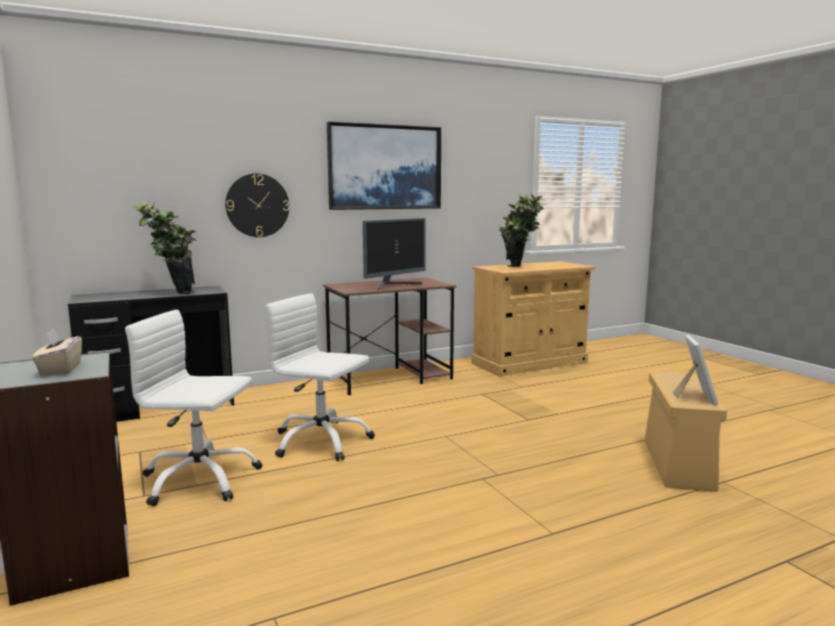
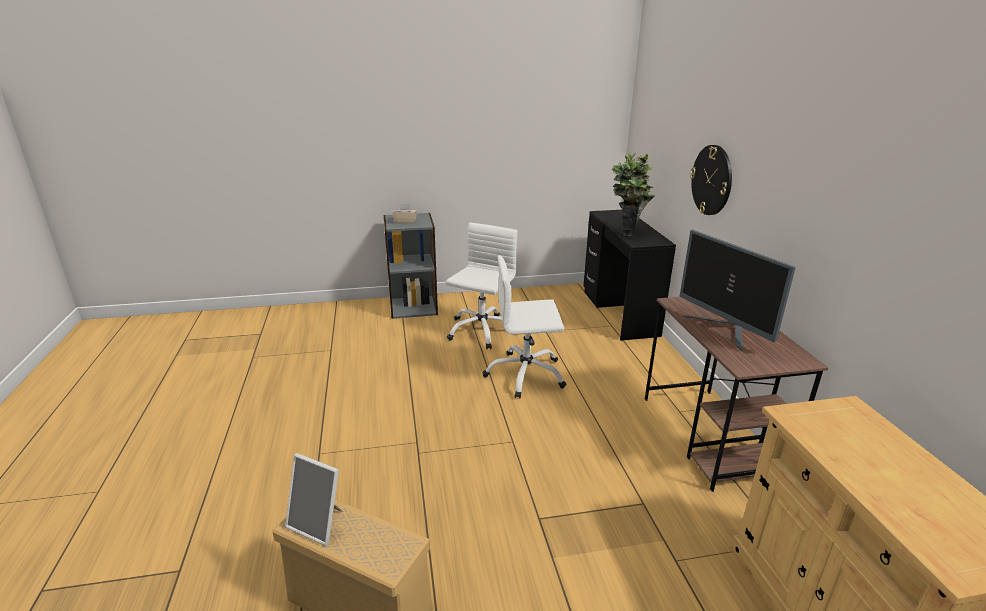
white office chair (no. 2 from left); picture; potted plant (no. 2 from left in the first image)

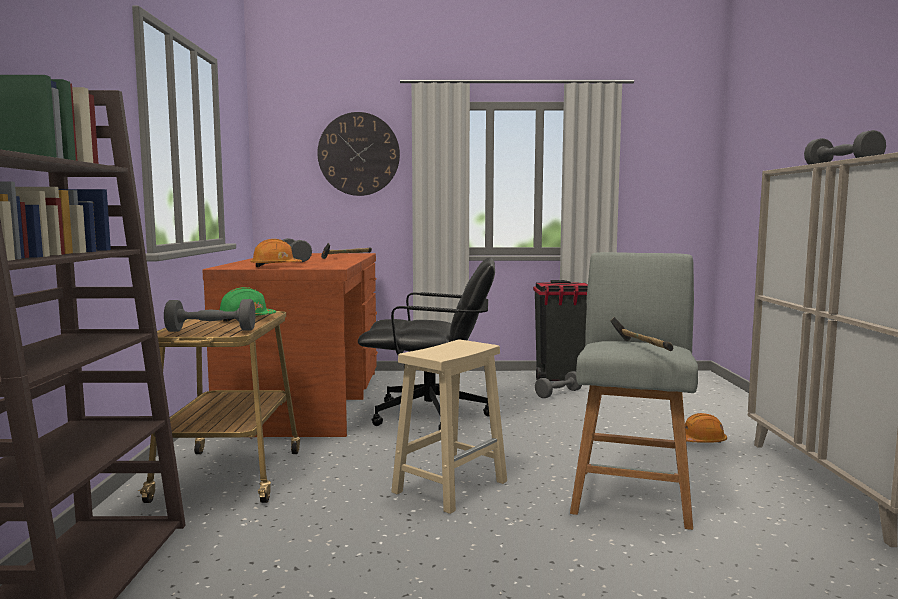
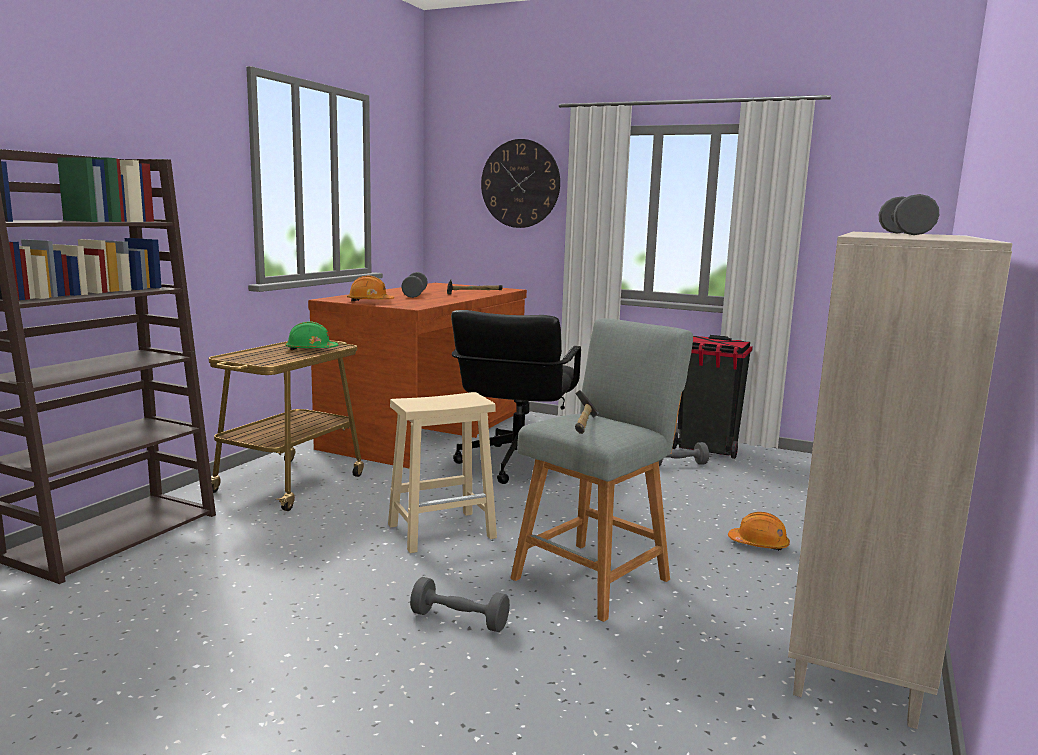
grey dumbbell (no. 2 from left); black office chair

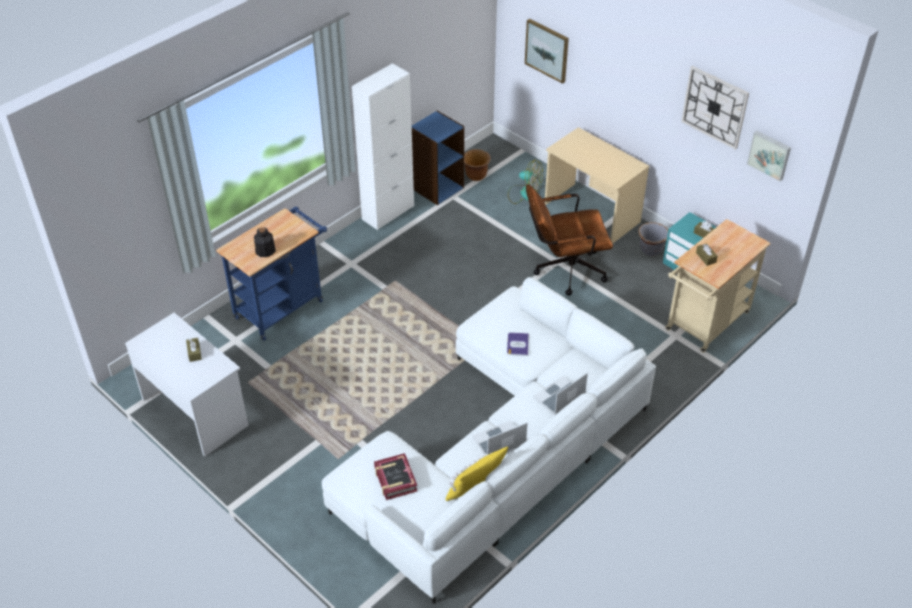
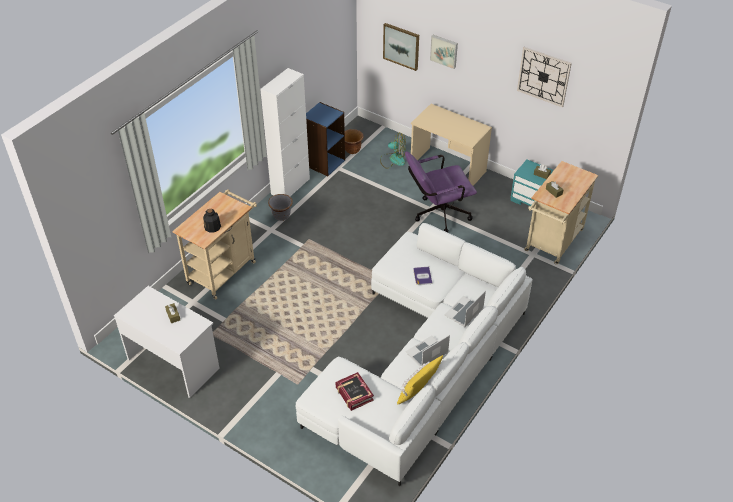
beige cart (no. 1 from left); grey planter; purple office chair; picture (no. 2 from left)

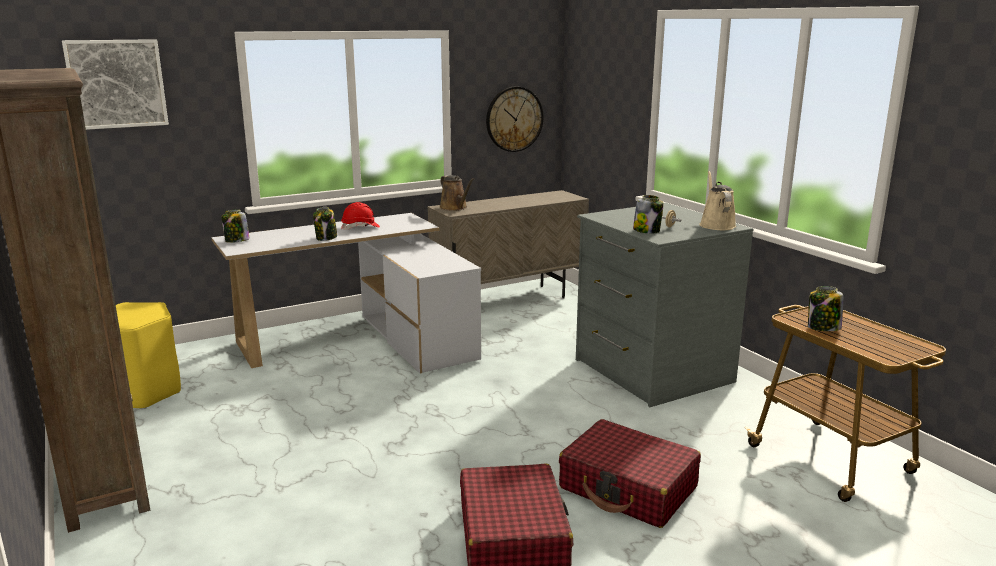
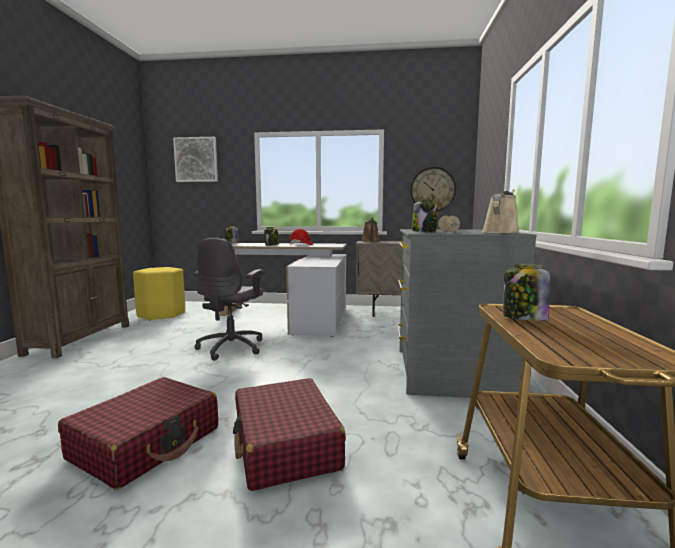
grey office chair

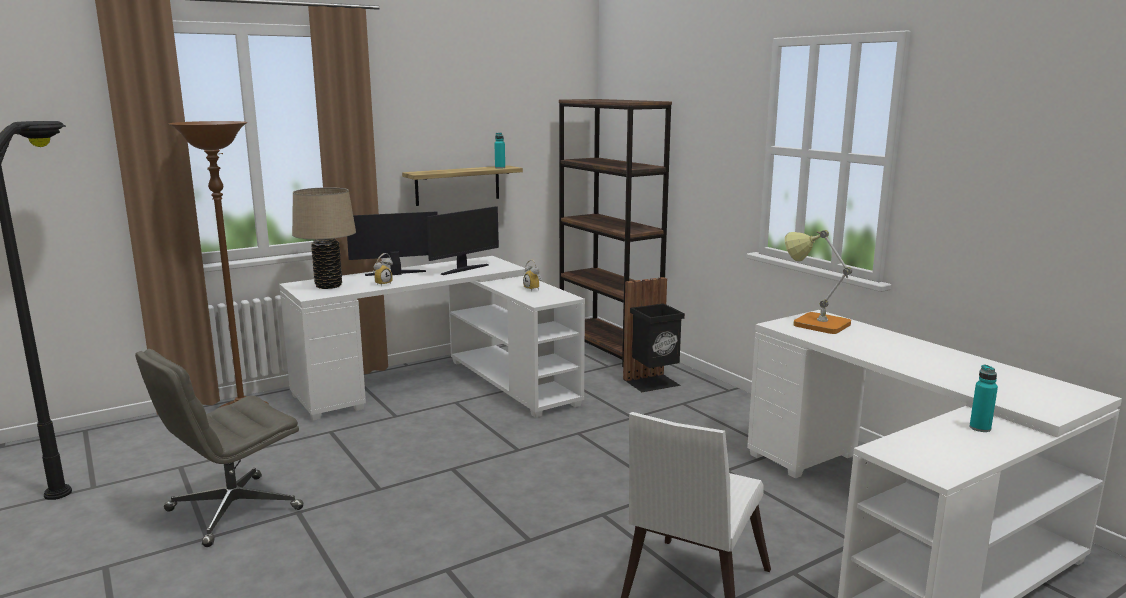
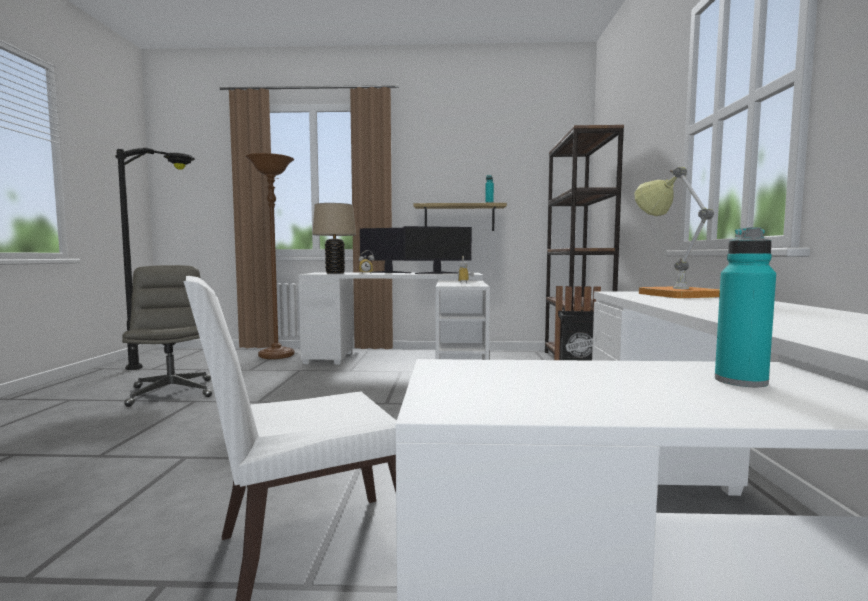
grey office chair

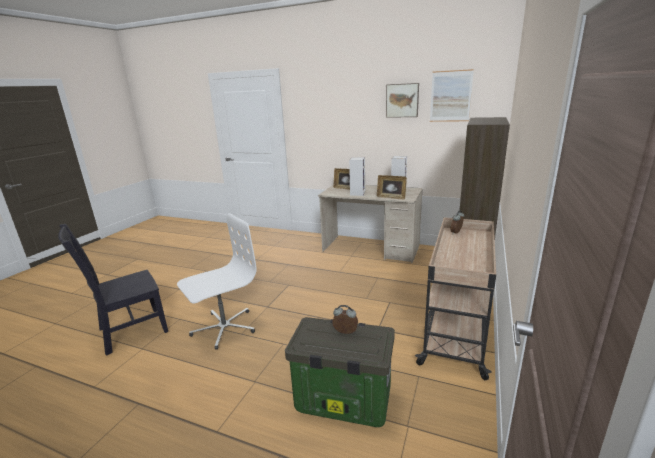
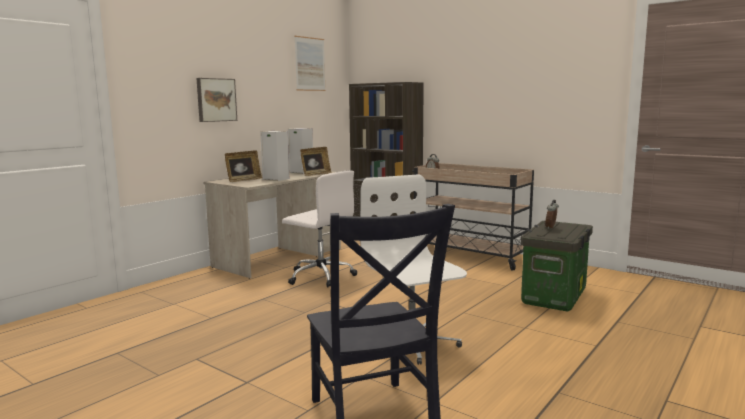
picture (no. 1 from left); white office chair (no. 1 from left)

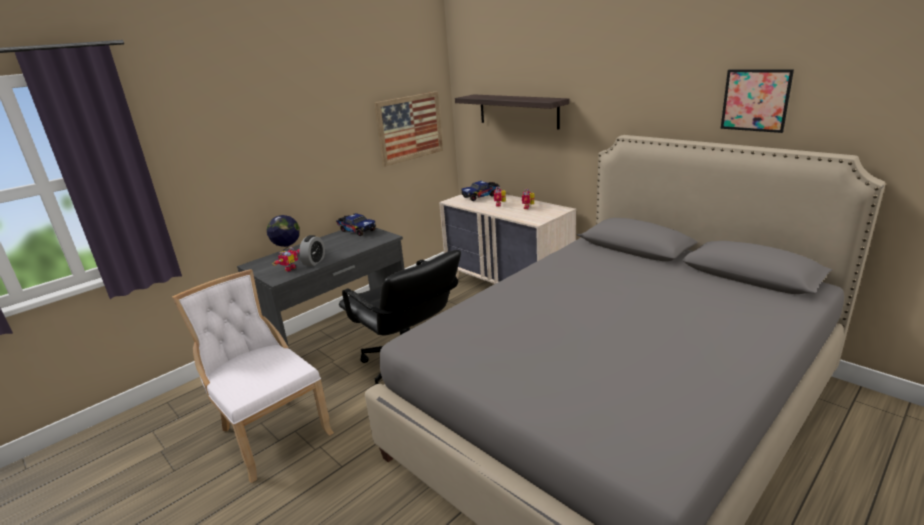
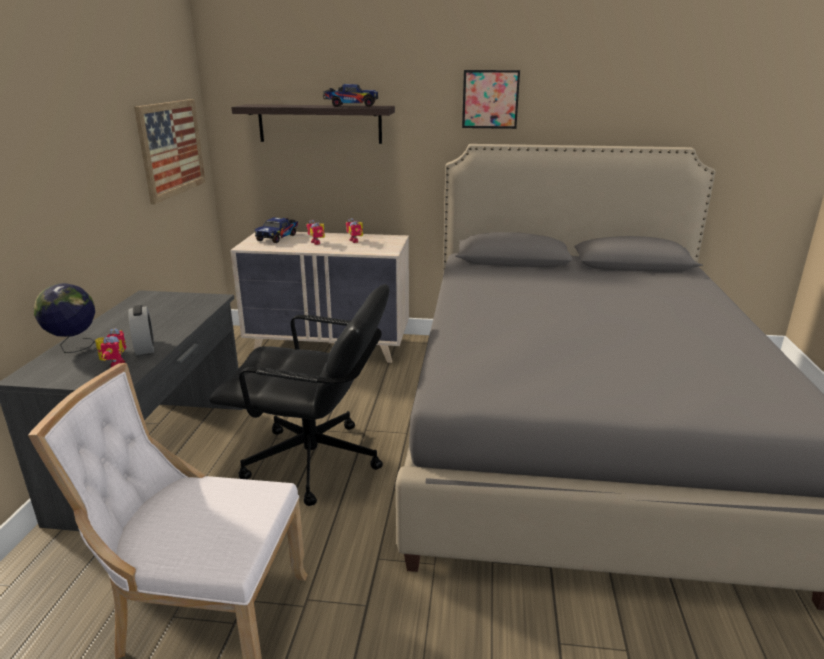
toy truck (no. 2 from left); picture (no. 2 from left)

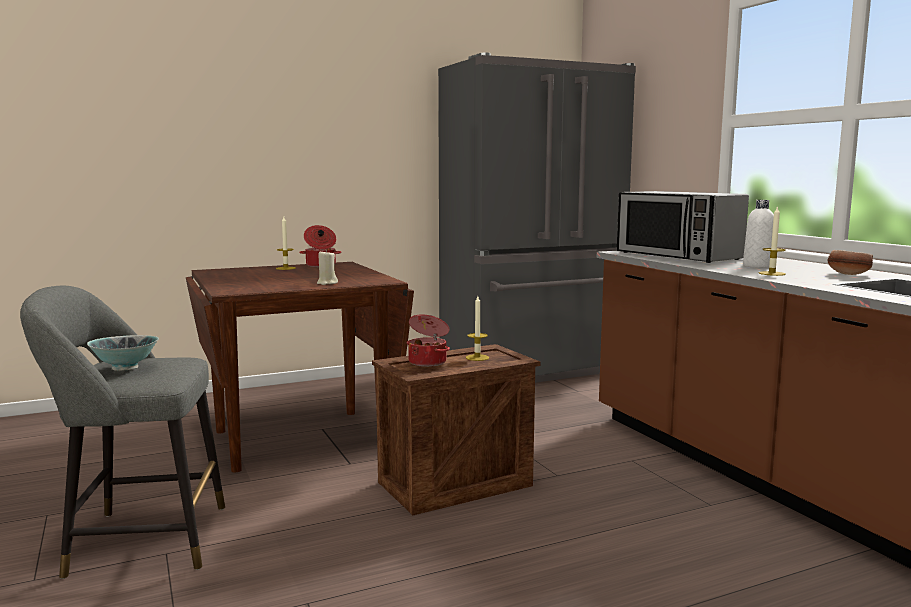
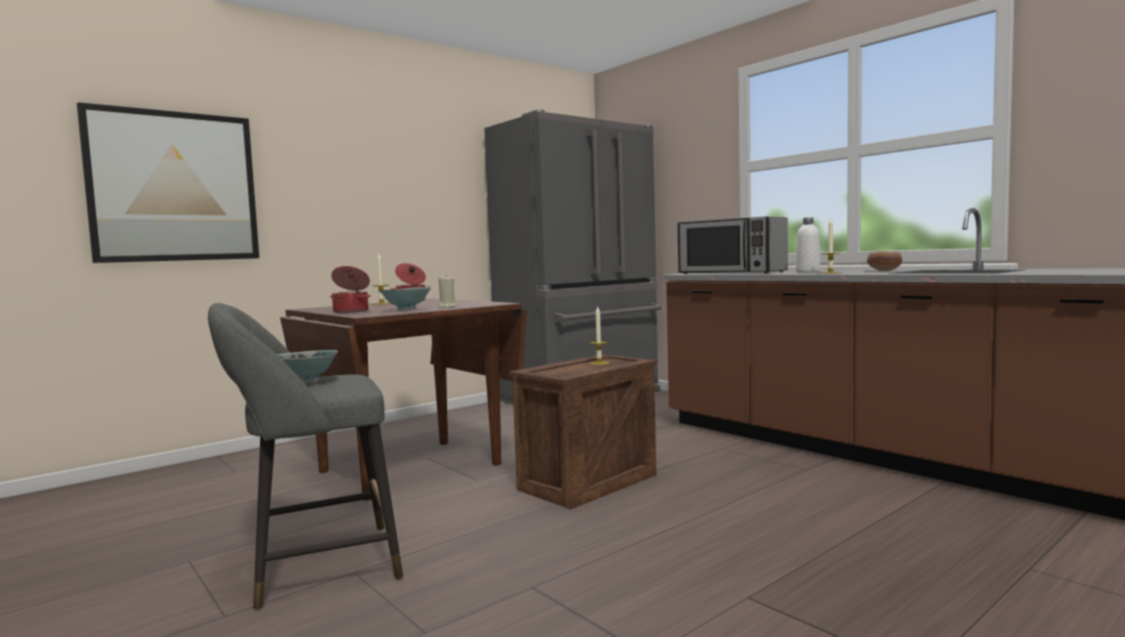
picture; cooking pot (no. 1 from left); bowl (no. 2 from left)

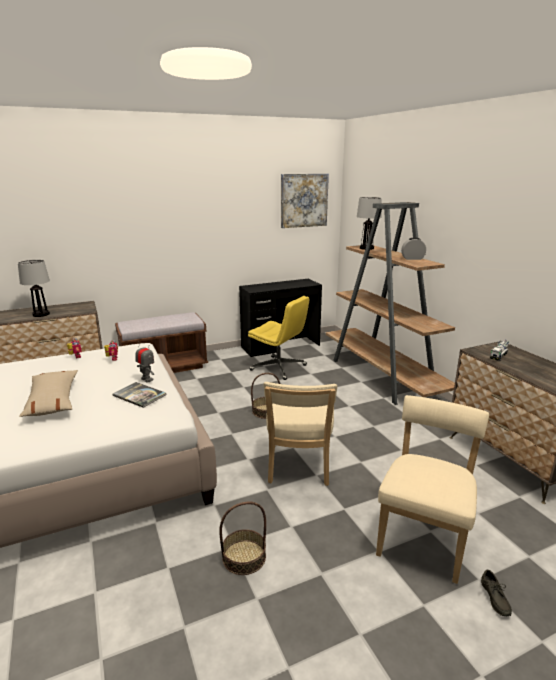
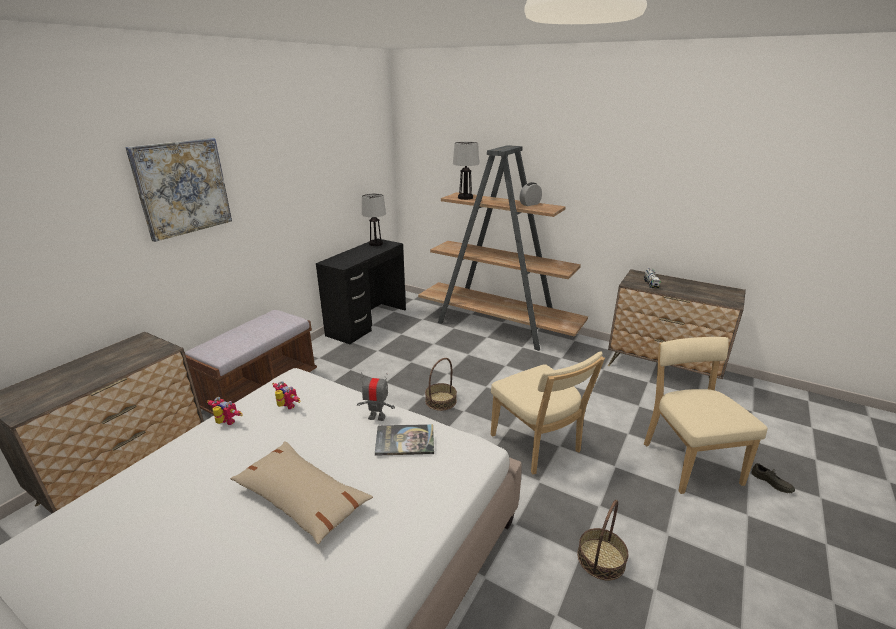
picture; table lamp (no. 1 from left); yellow office chair

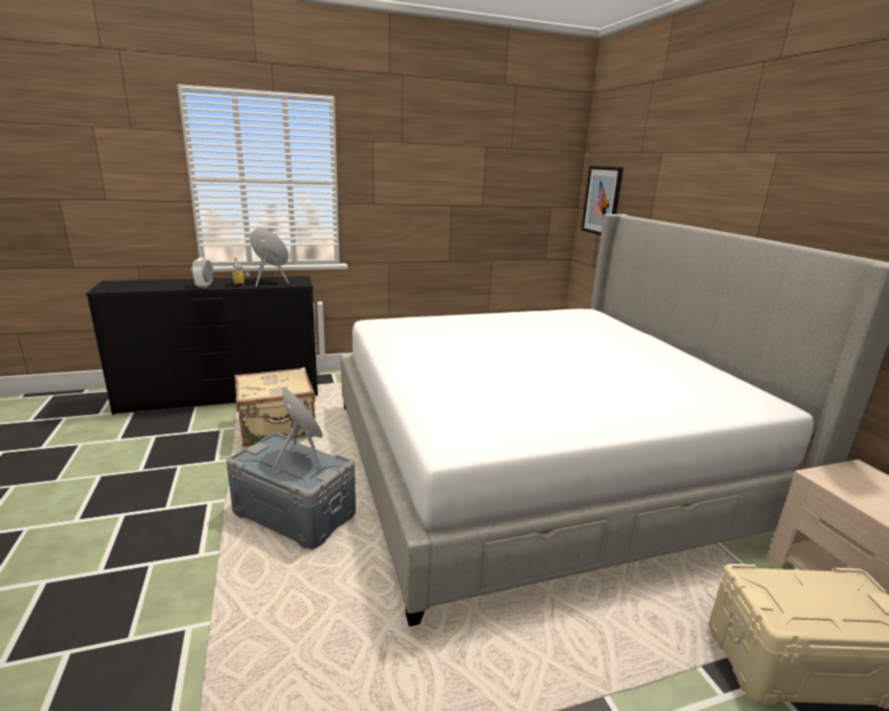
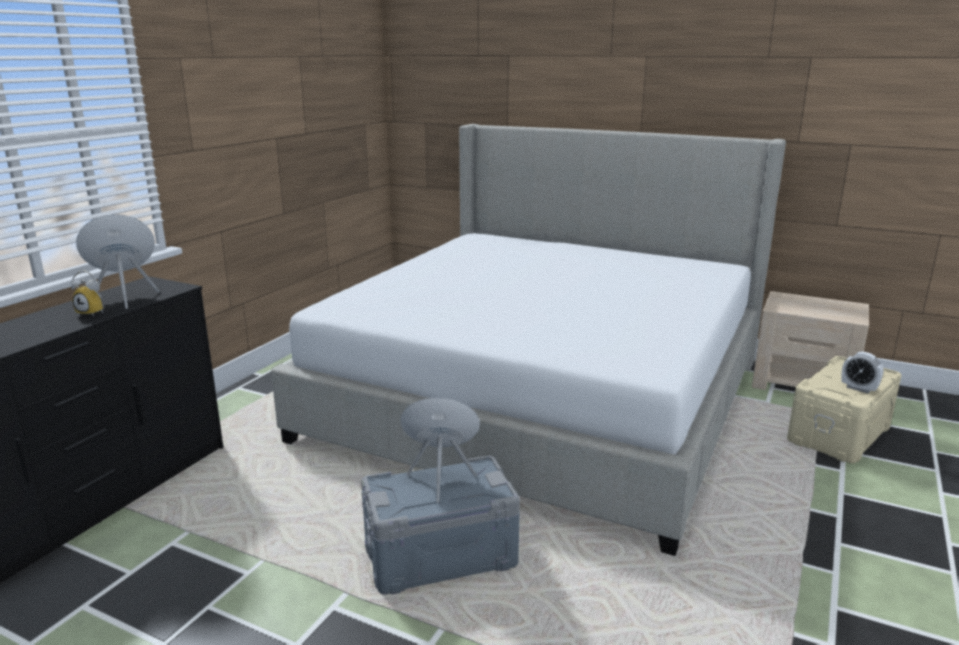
alarm clock (no. 2 from left); beige suitcase; picture

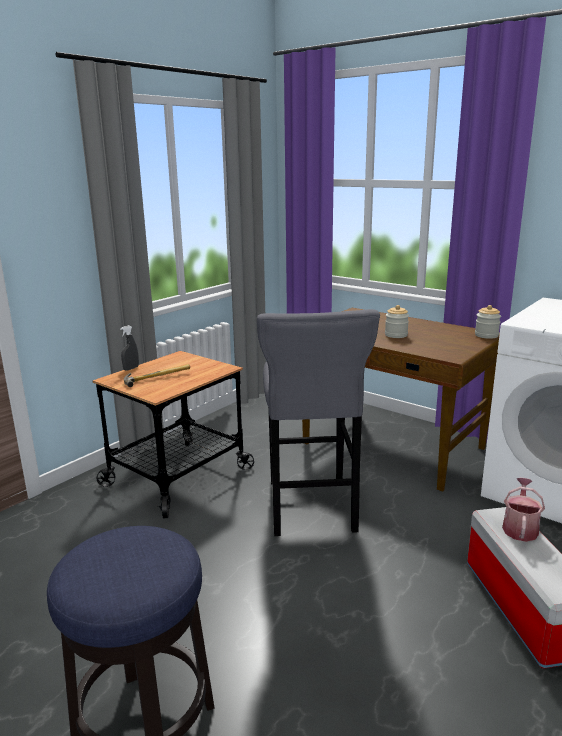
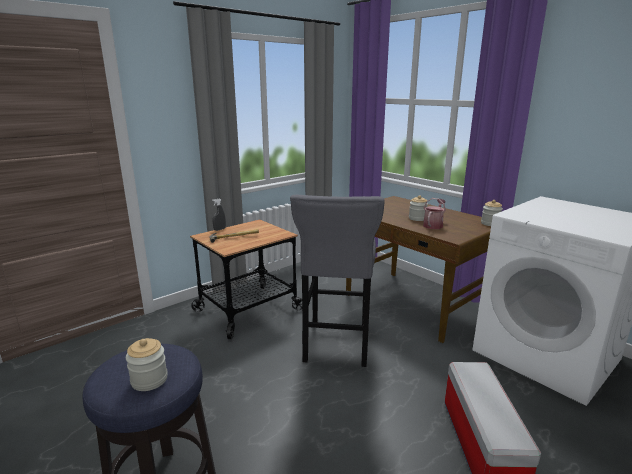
jar (no. 1 from left); watering can

